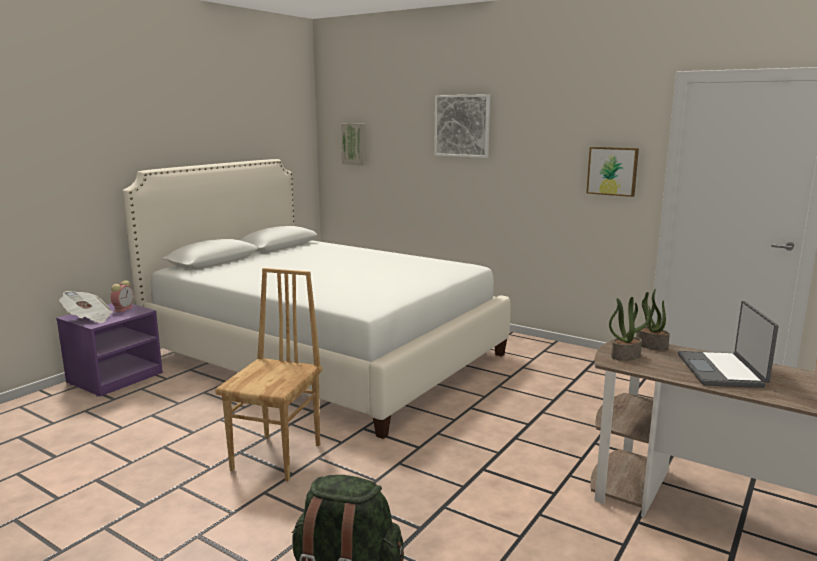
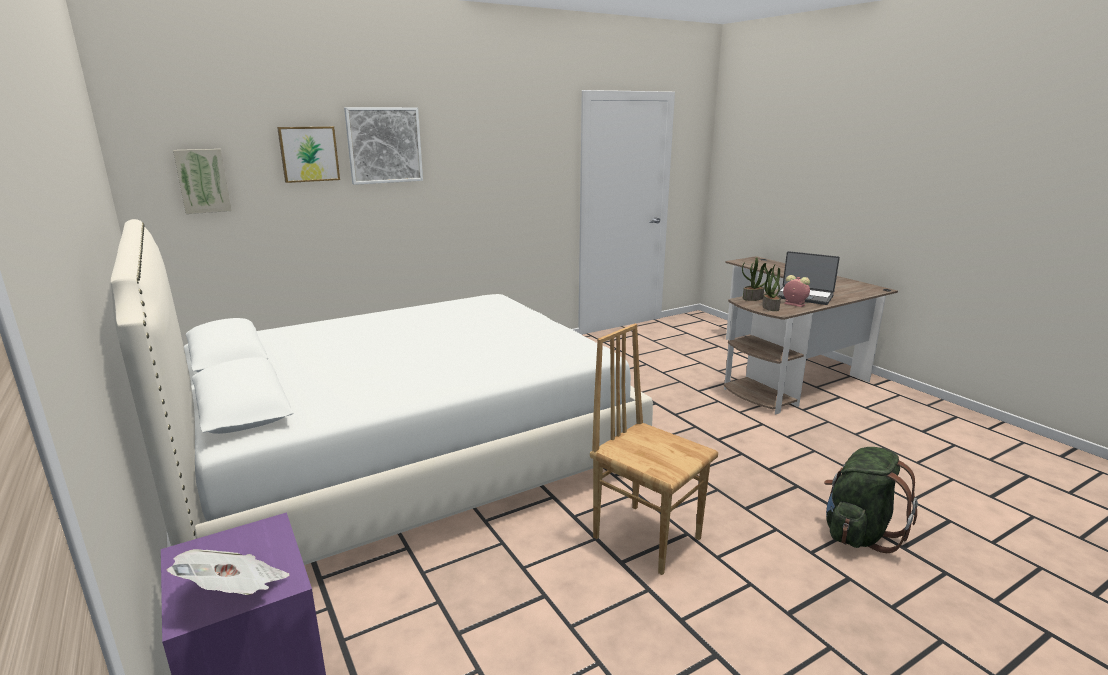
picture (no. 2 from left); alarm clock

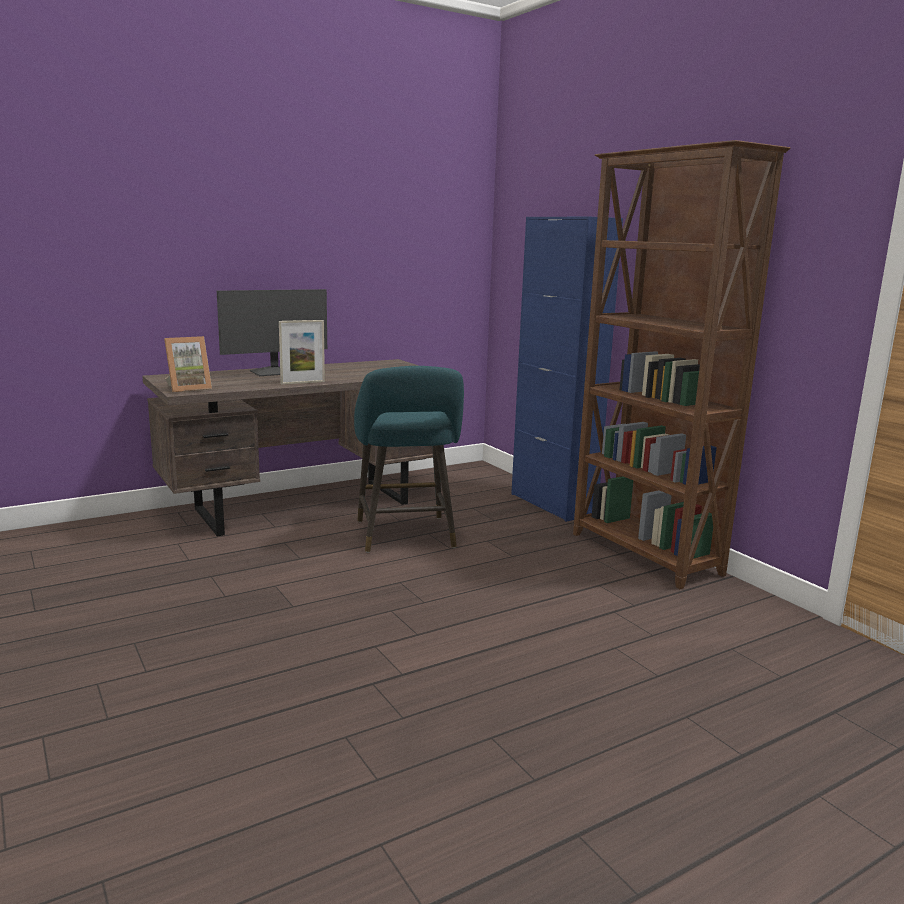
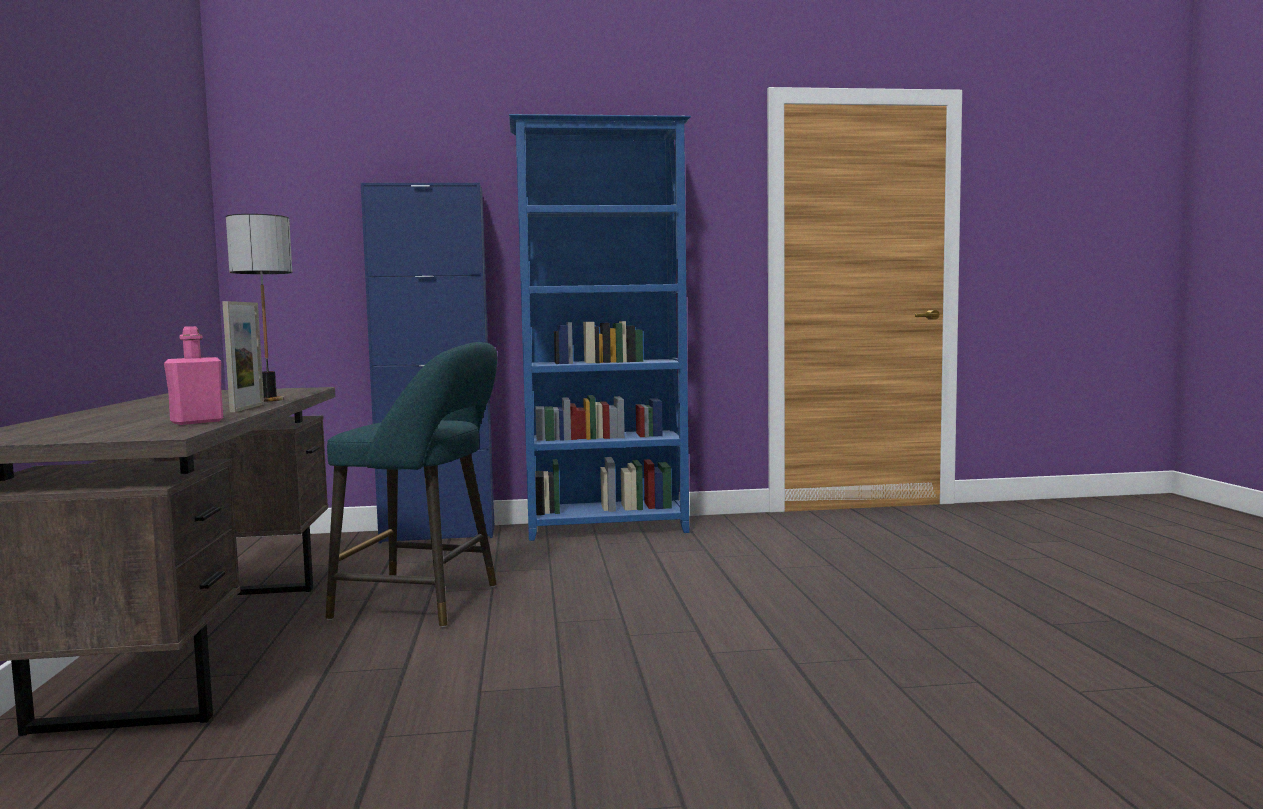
pink bottle; table lamp; blue bookcase; picture frame (no. 1 from left in the first image); monitor

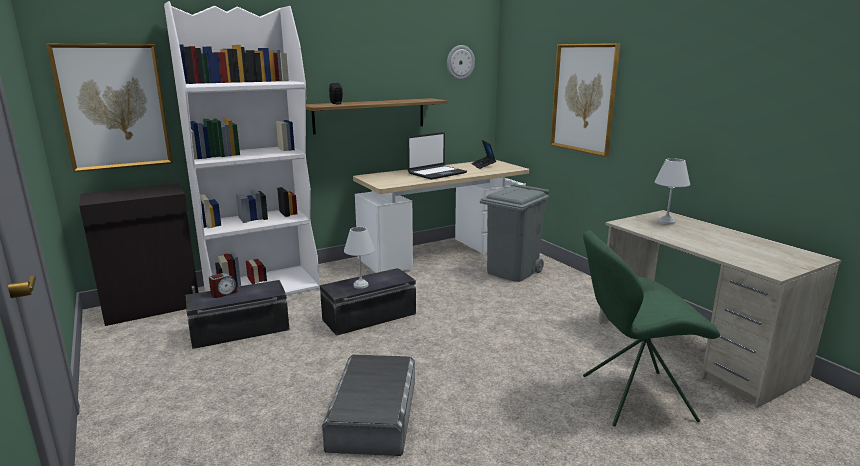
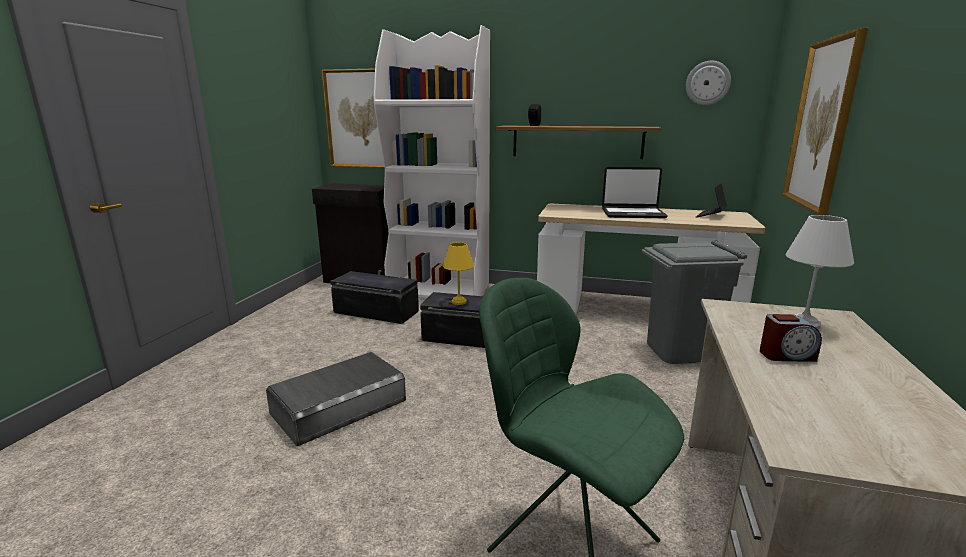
yellow table lamp; alarm clock

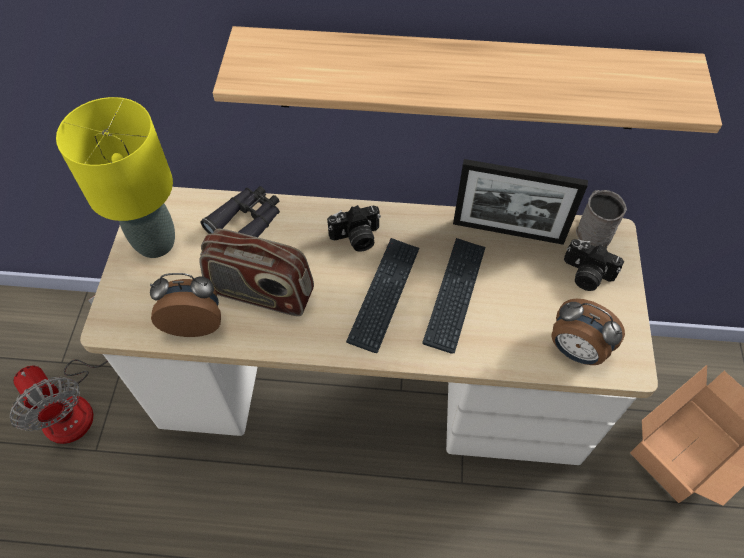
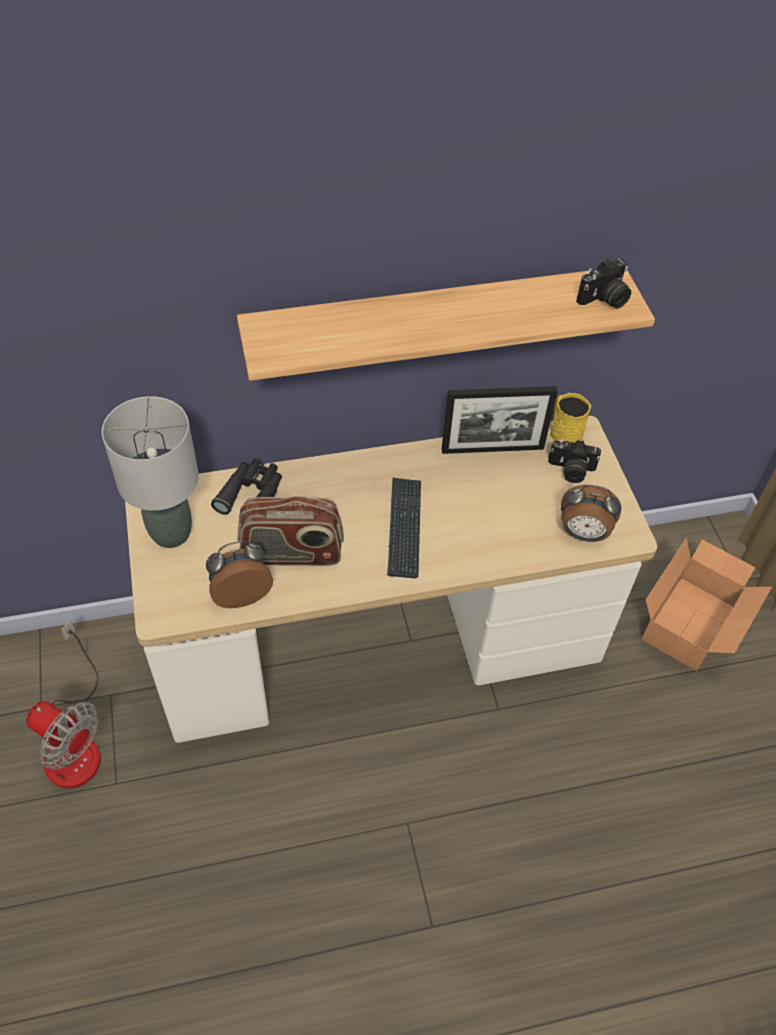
grey table lamp; yellow mug; photo camera (no. 2 from left); keyboard (no. 2 from left in the first image)

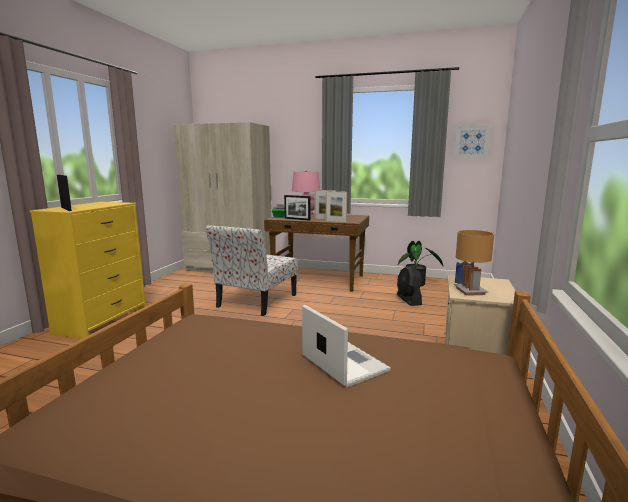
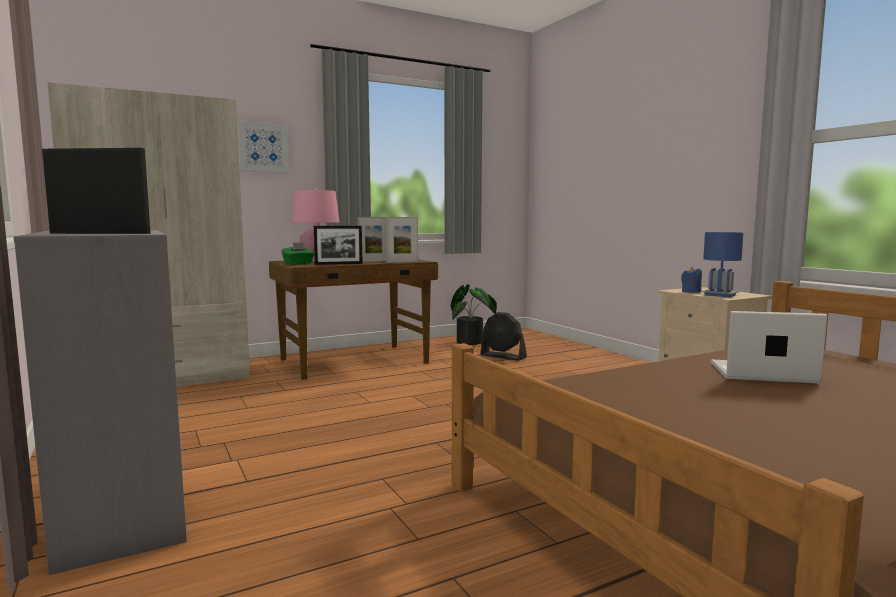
grey dresser; picture; blue table lamp; chair

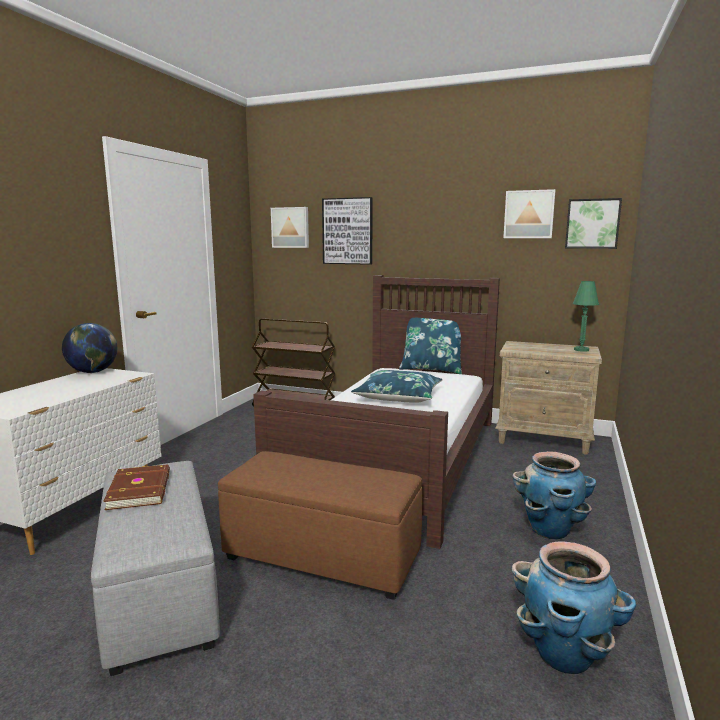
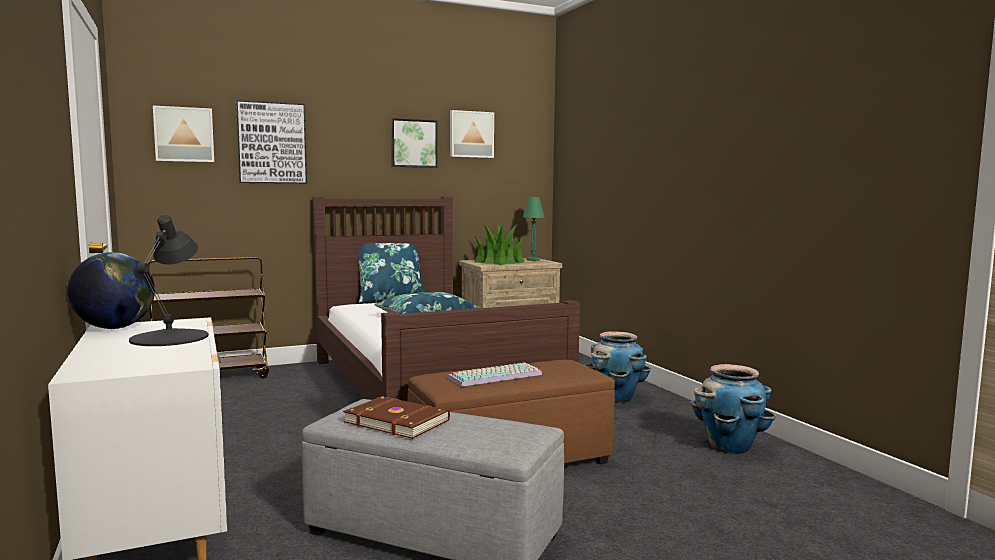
black table lamp; picture (no. 3 from left); keyboard; potted plant

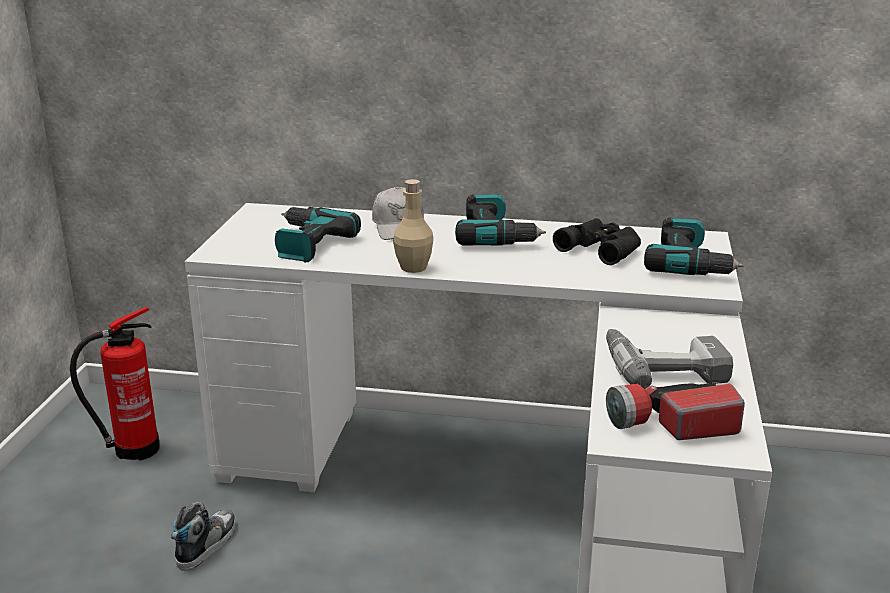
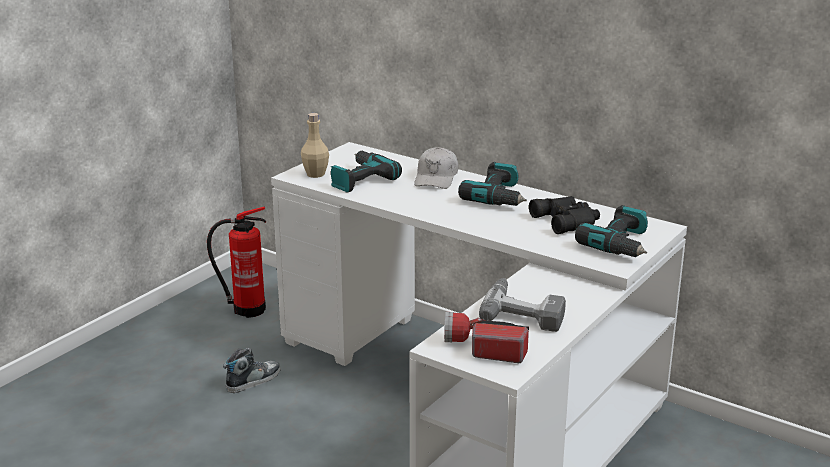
beige bottle

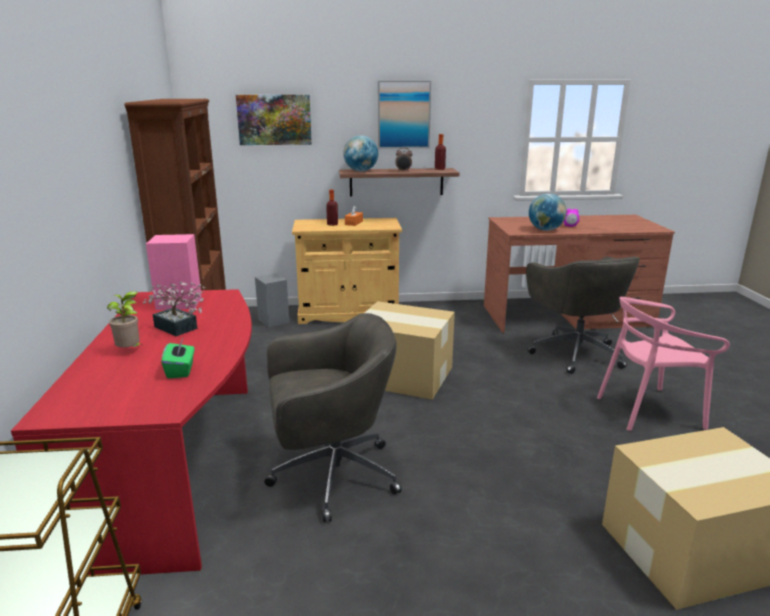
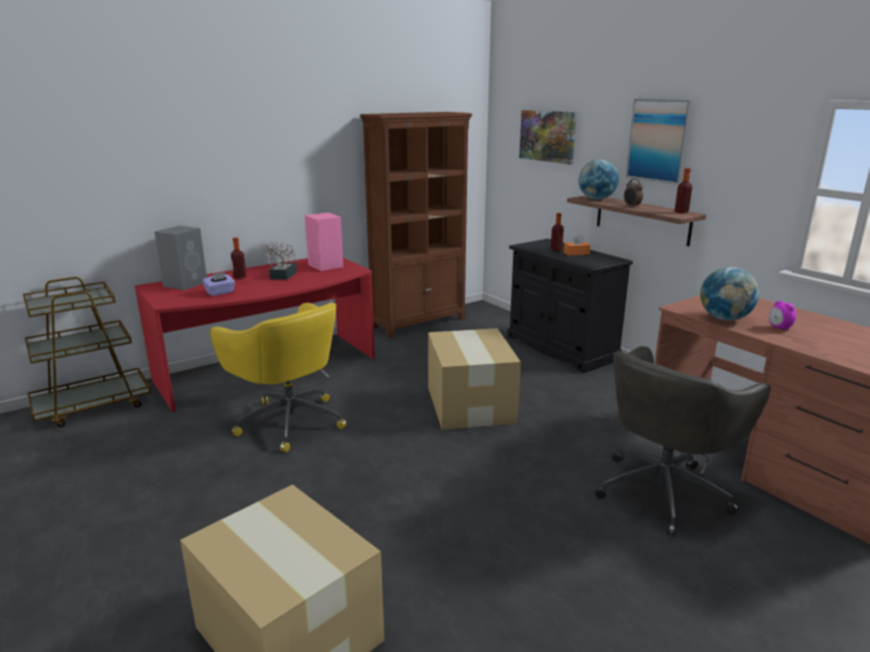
grey speaker; purple tissue box; yellow office chair; bottle (no. 1 from left); black cabinet; pink chair

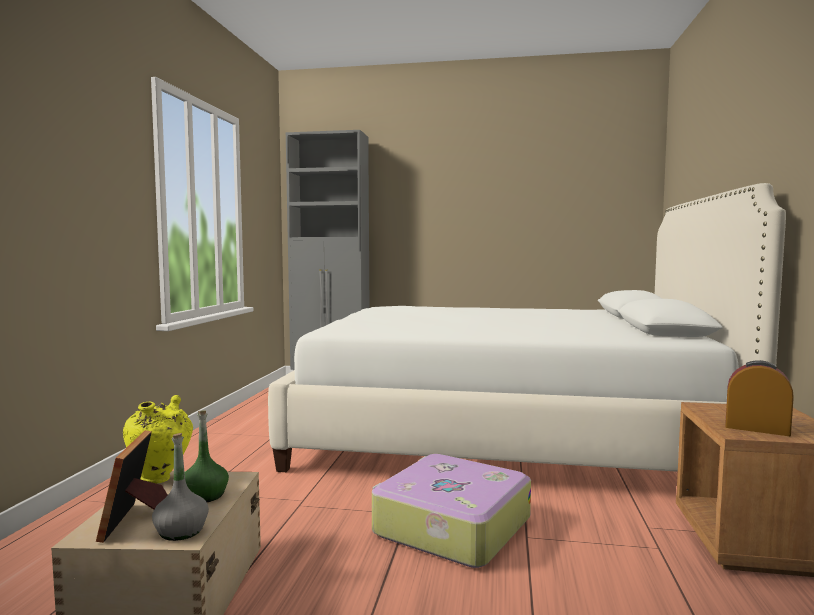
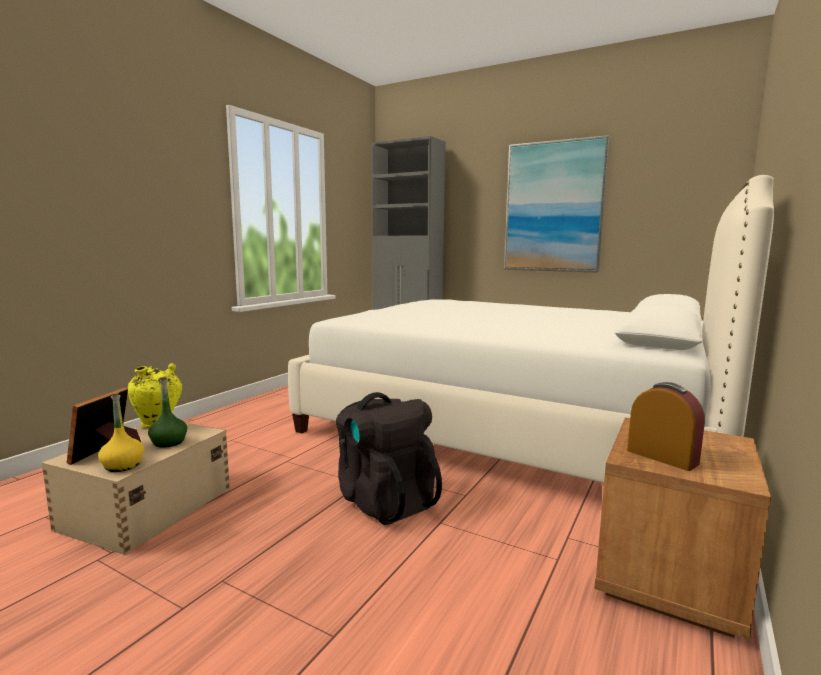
yellow bottle; black backpack; picture

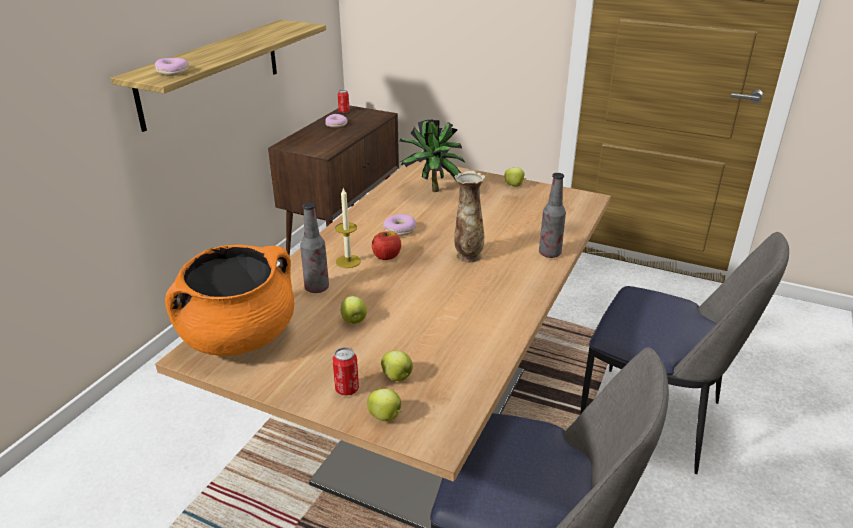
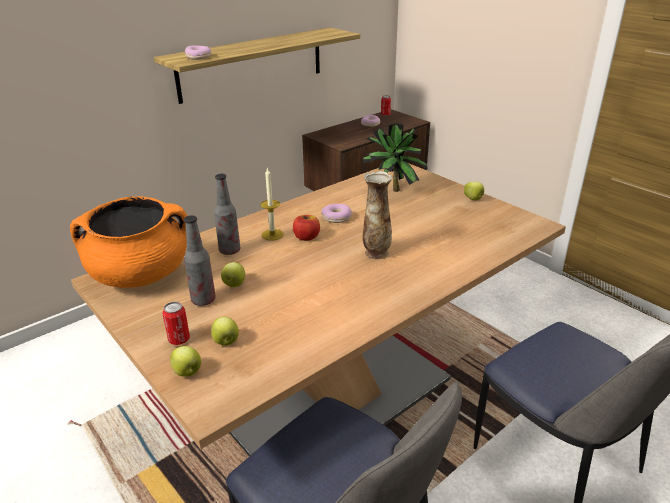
bottle (no. 1 from left)

